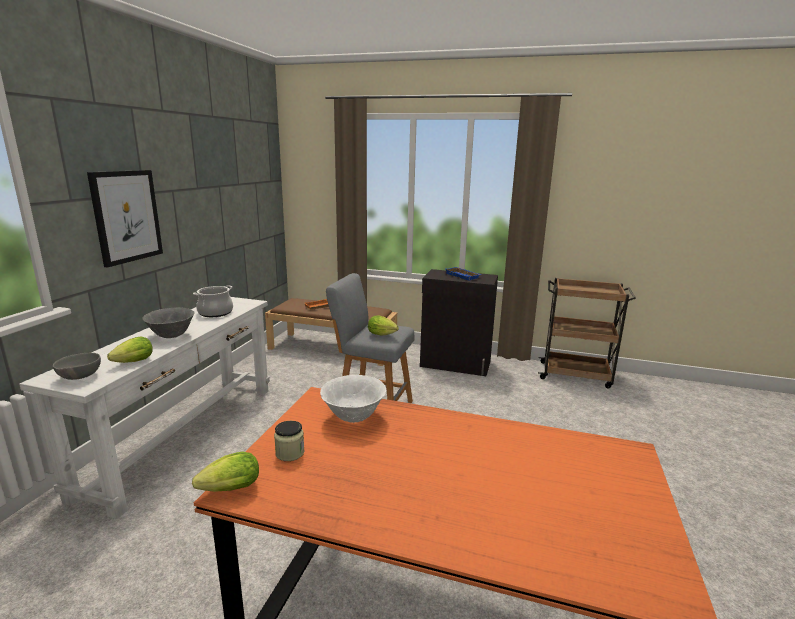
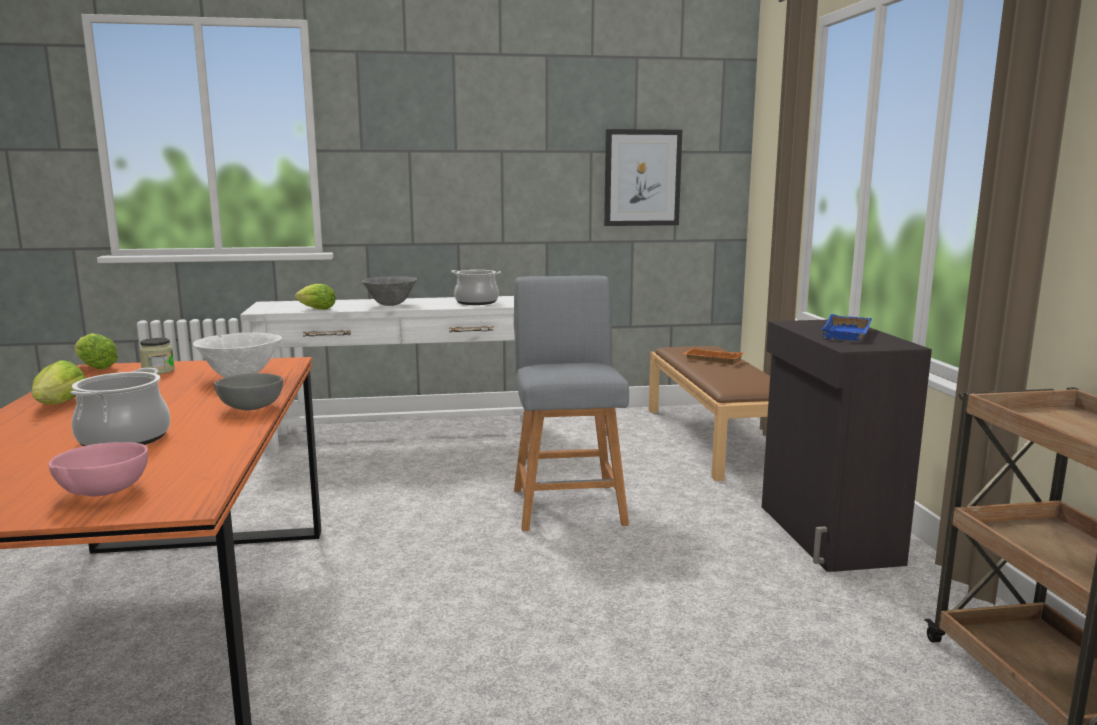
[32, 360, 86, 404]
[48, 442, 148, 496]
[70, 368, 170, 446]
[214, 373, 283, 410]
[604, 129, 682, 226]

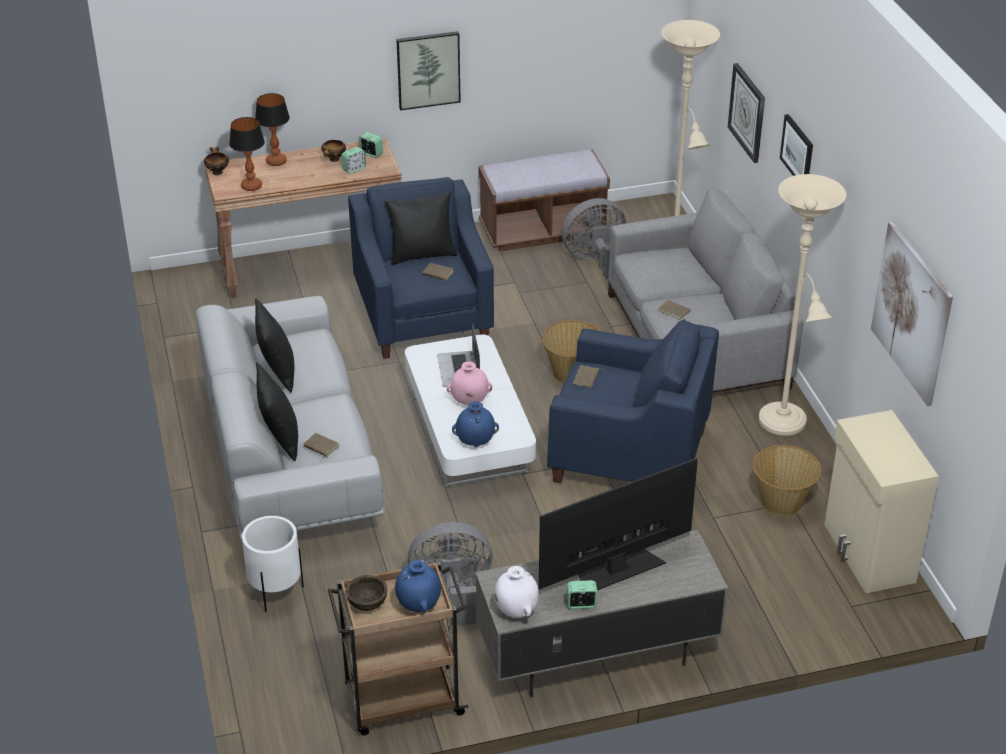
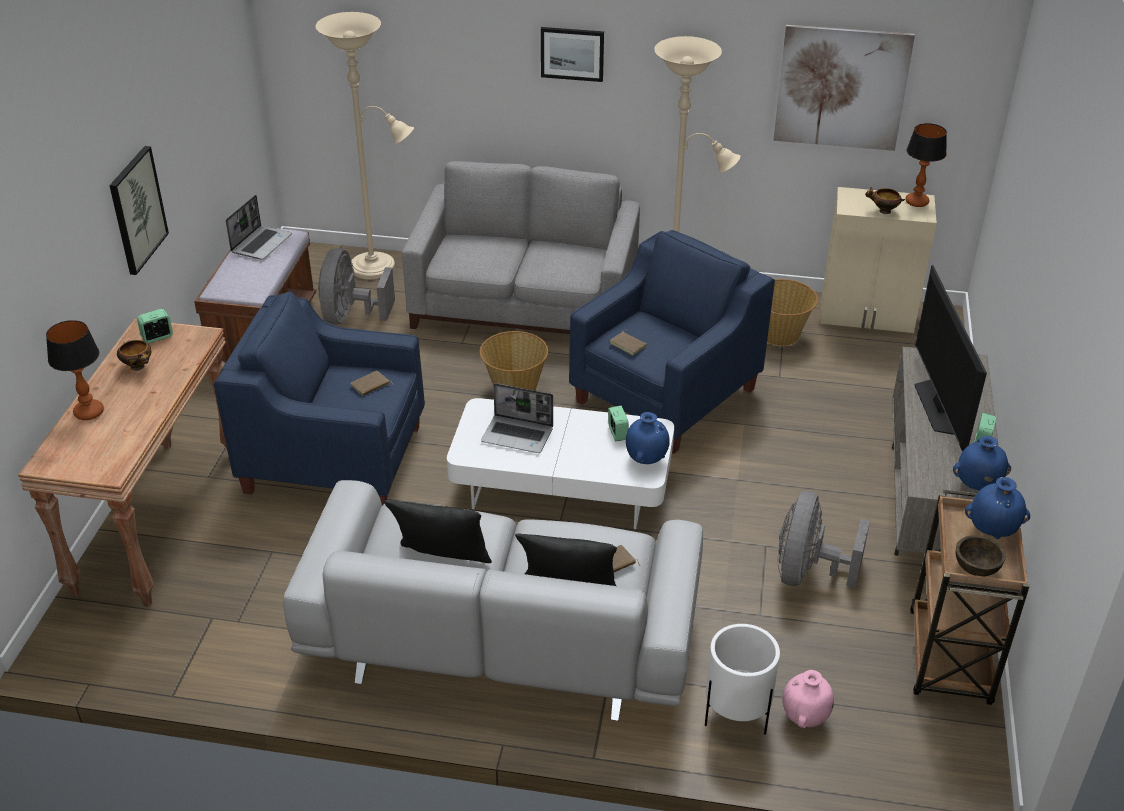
[226, 195, 292, 260]
[608, 406, 629, 441]
[782, 670, 834, 728]
[865, 187, 905, 214]
[905, 123, 947, 207]
[953, 436, 1011, 490]
[385, 192, 457, 265] (first image)
[658, 297, 691, 320] (first image)
[728, 63, 765, 163] (first image)

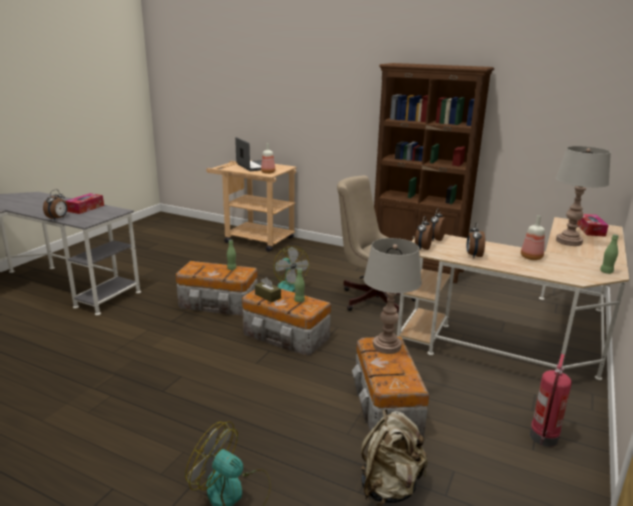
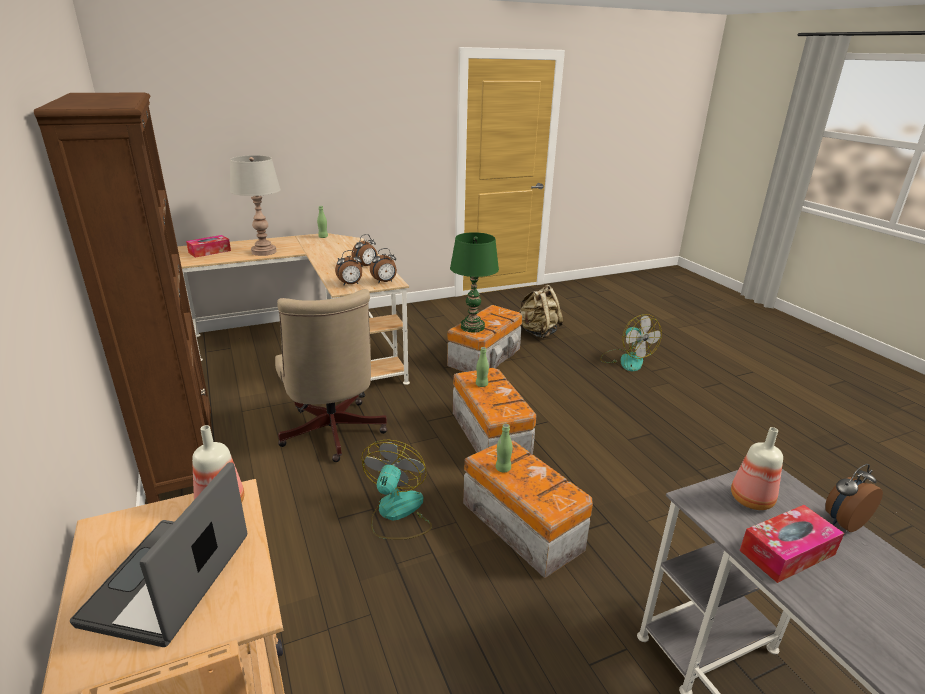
[450, 232, 499, 332]
[731, 427, 783, 510]
[255, 277, 281, 302] (first image)
[530, 354, 572, 447] (first image)

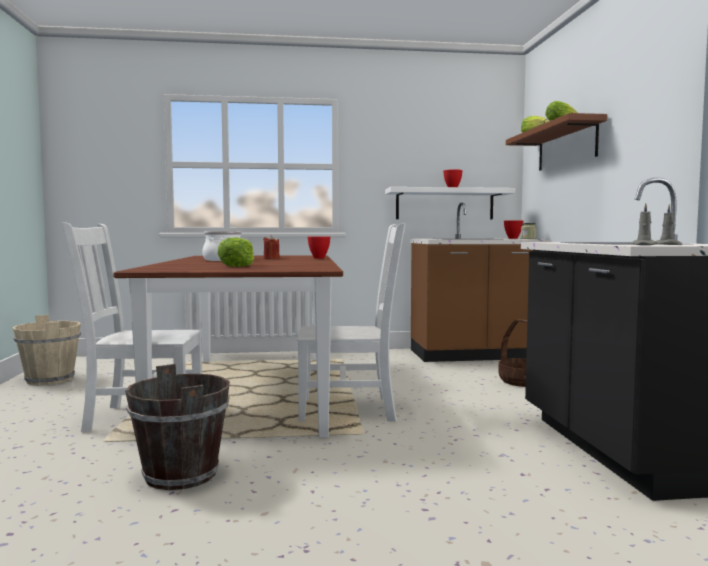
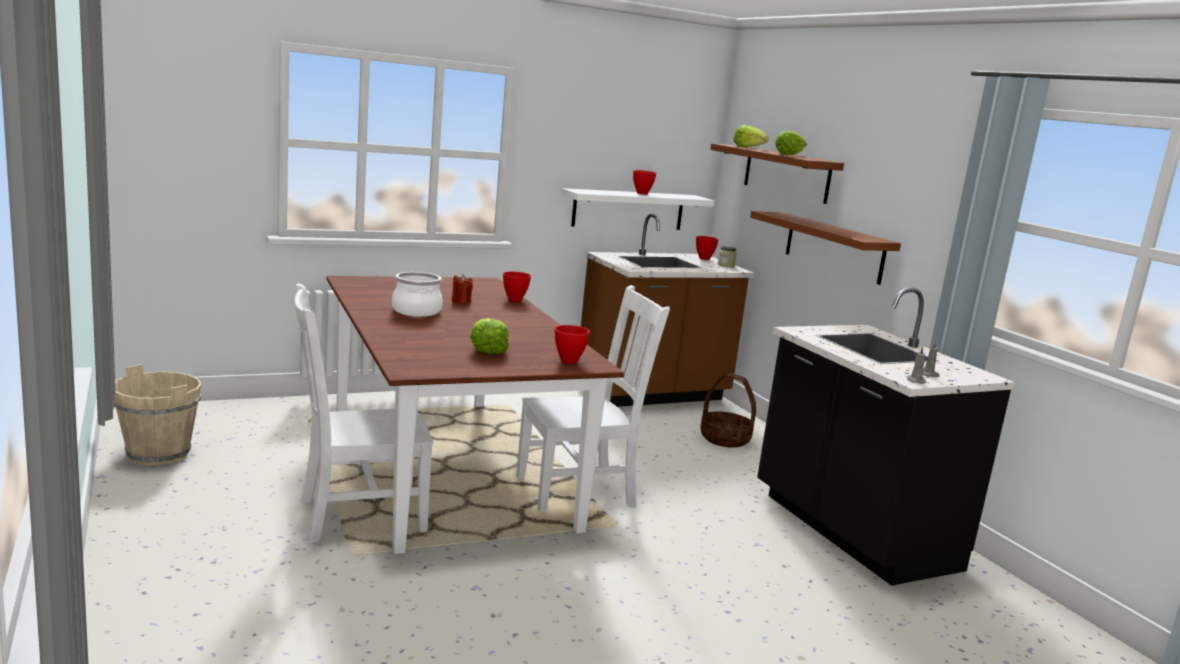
[555, 325, 590, 364]
[750, 211, 901, 285]
[125, 364, 230, 490] (first image)

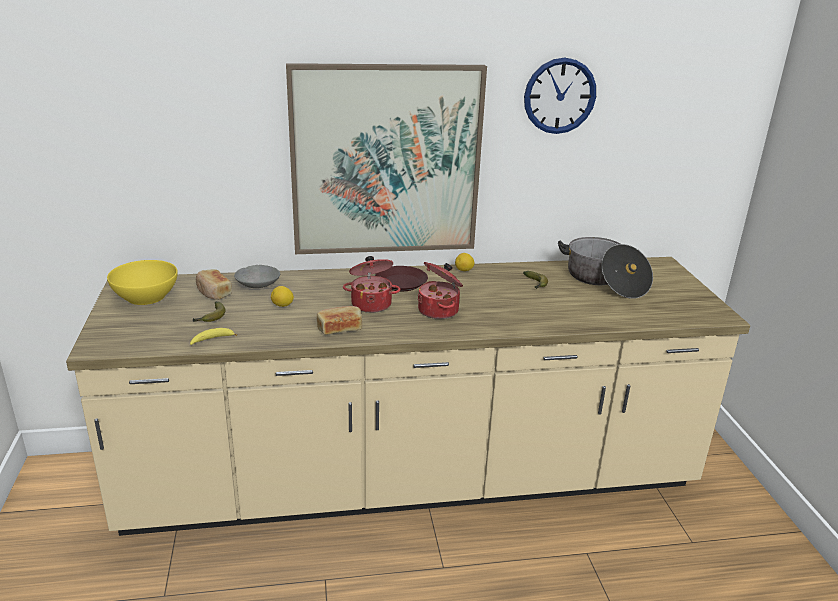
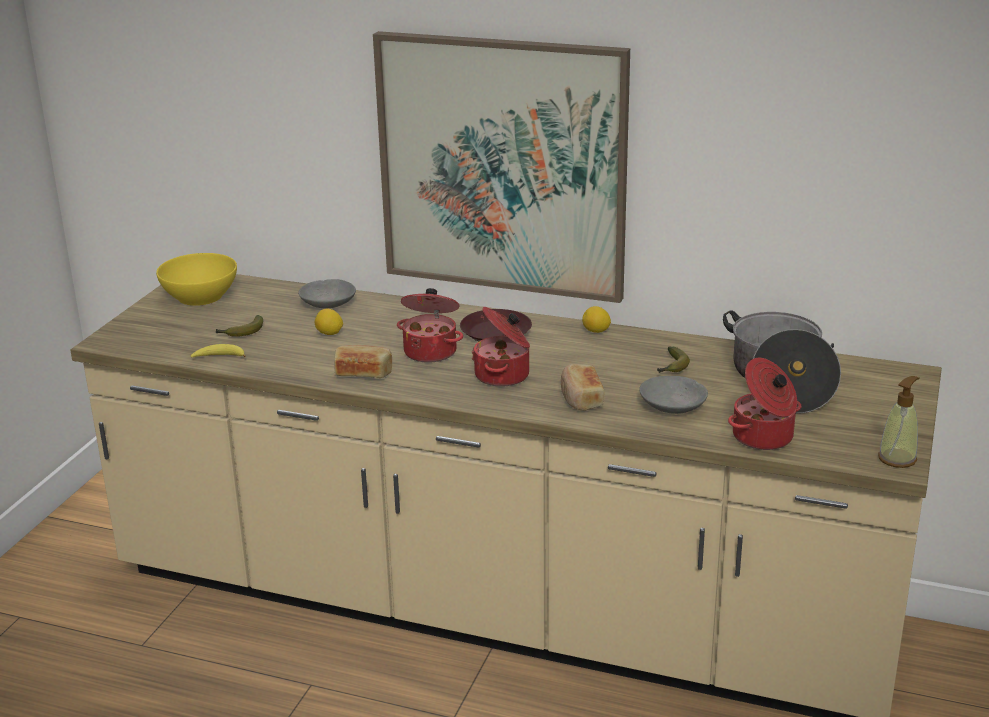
[561, 364, 604, 411]
[639, 376, 708, 414]
[728, 358, 801, 450]
[878, 376, 920, 468]
[524, 57, 596, 134] (first image)

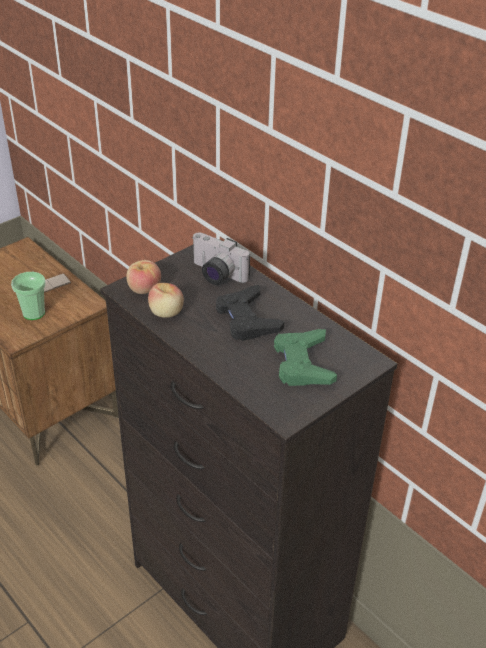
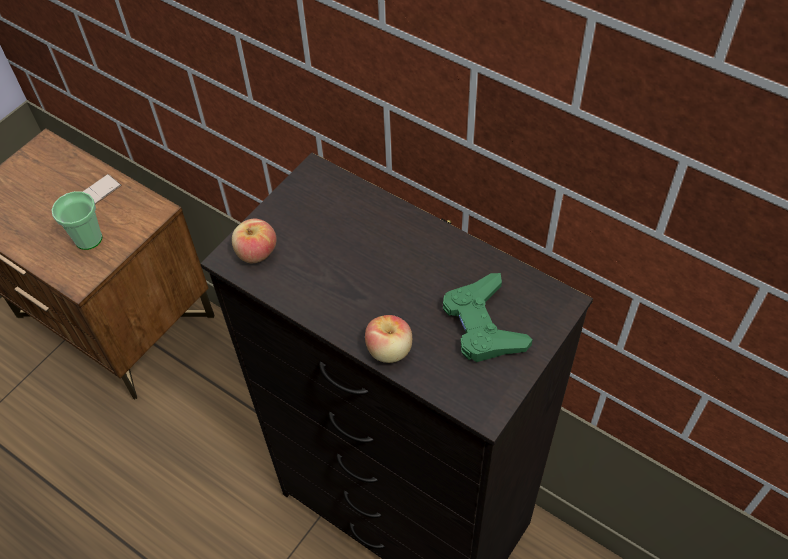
[365, 315, 412, 363]
[193, 232, 250, 285] (first image)
[216, 285, 284, 341] (first image)

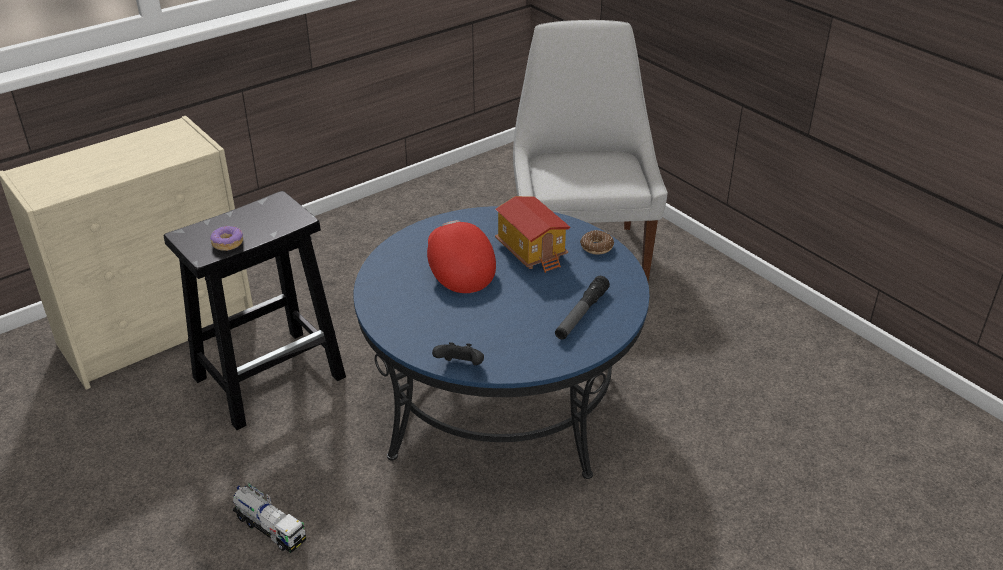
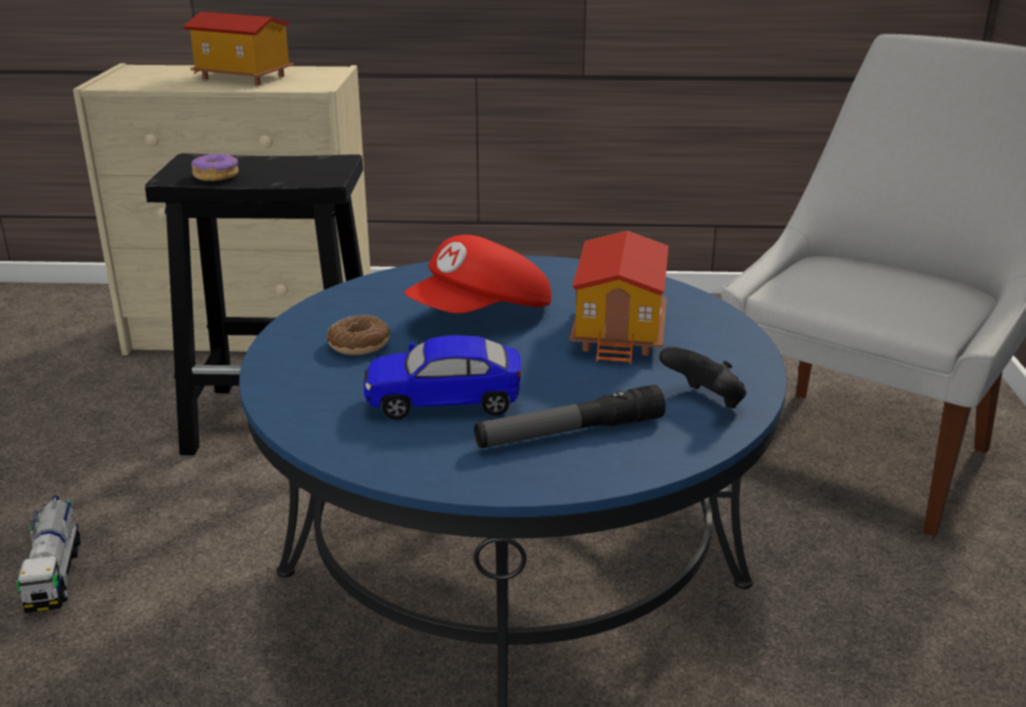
[183, 12, 294, 85]
[327, 315, 390, 355]
[363, 335, 521, 420]
[404, 235, 551, 313]
[659, 346, 747, 408]

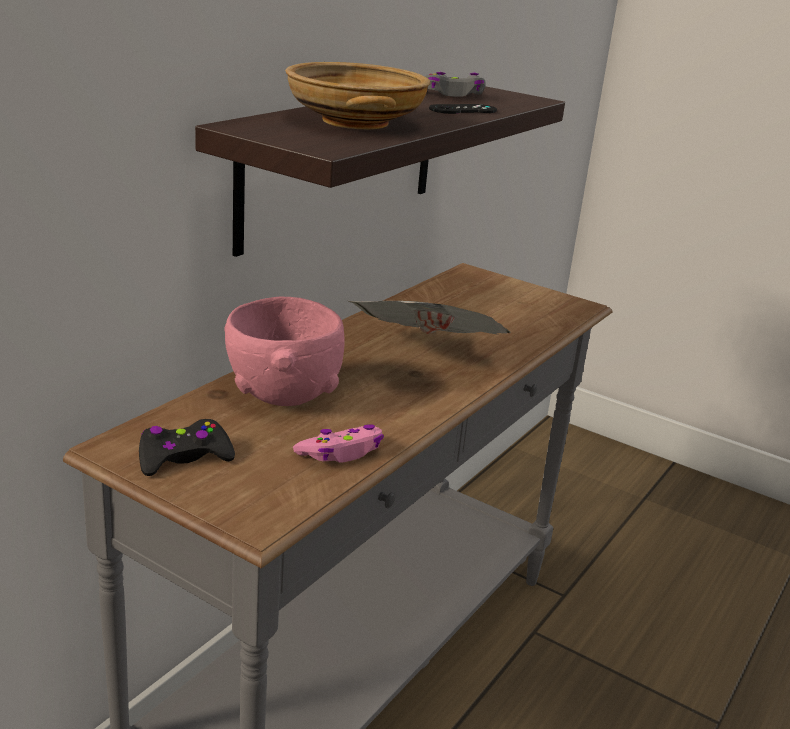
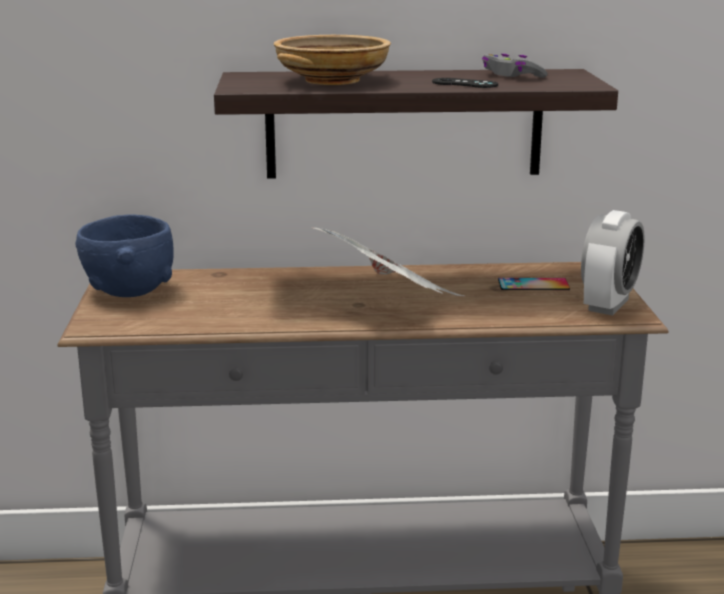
[75, 214, 174, 297]
[498, 278, 570, 290]
[581, 210, 645, 316]
[224, 296, 345, 406] (first image)
[293, 424, 384, 463] (first image)

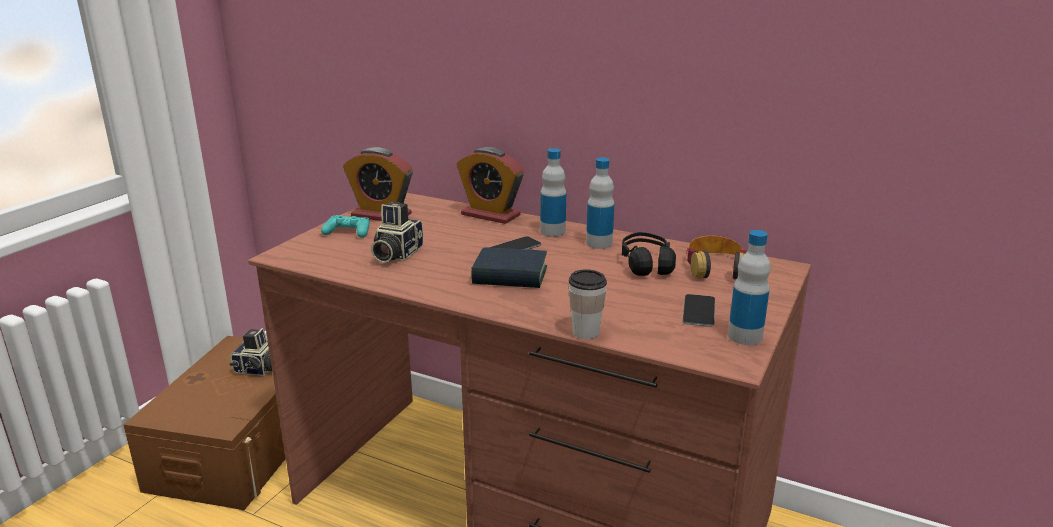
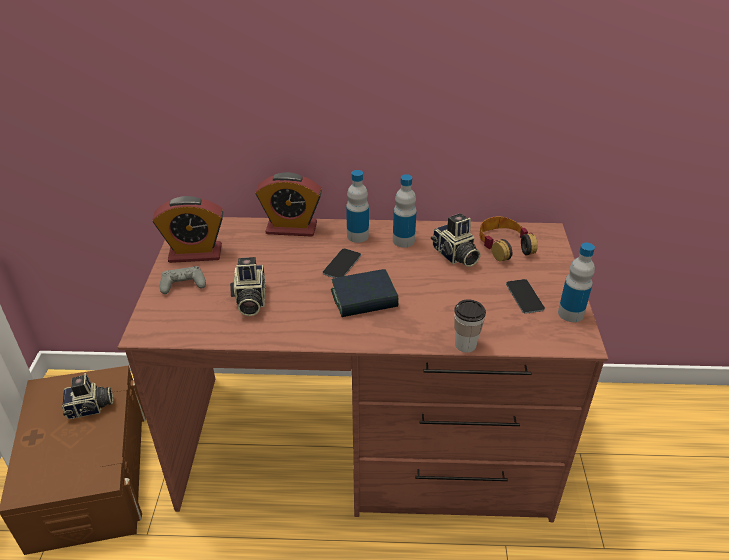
[160, 266, 206, 294]
[431, 213, 481, 267]

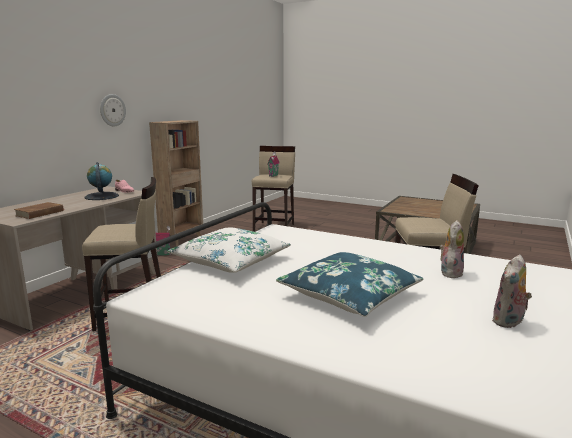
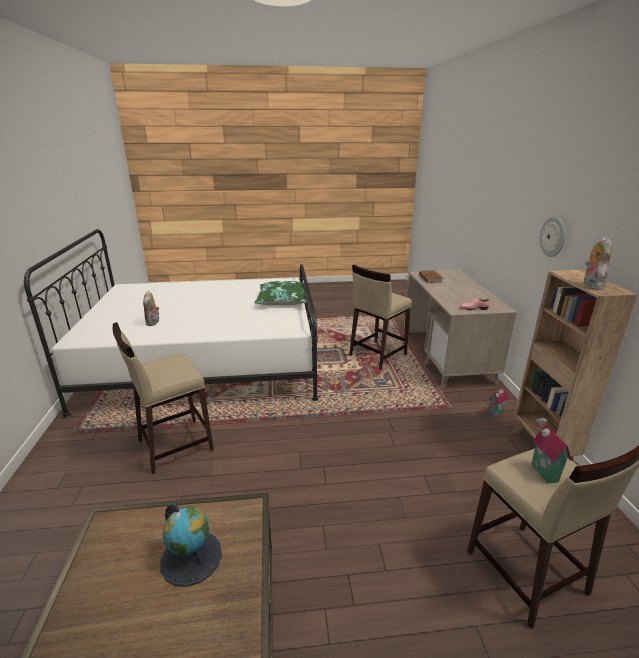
[160, 503, 222, 587]
[254, 281, 308, 305]
[583, 237, 612, 290]
[276, 252, 423, 317] (first image)

